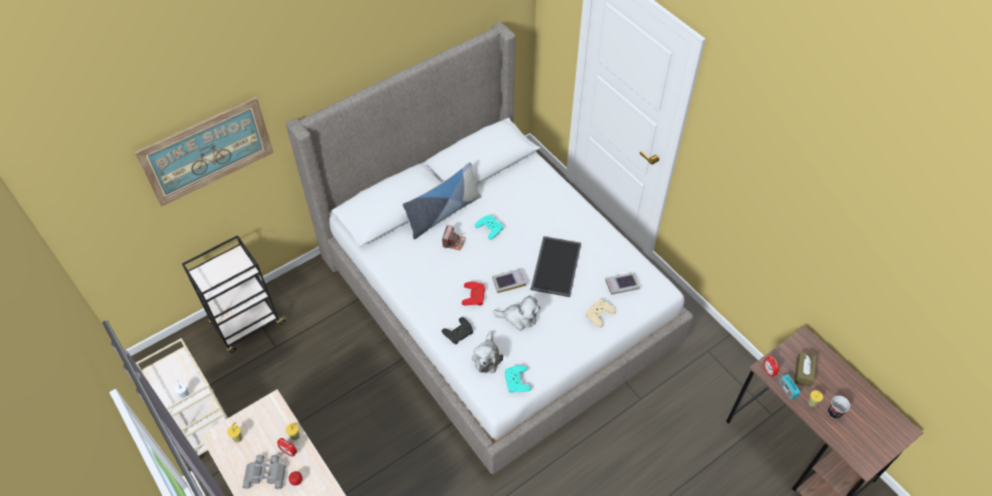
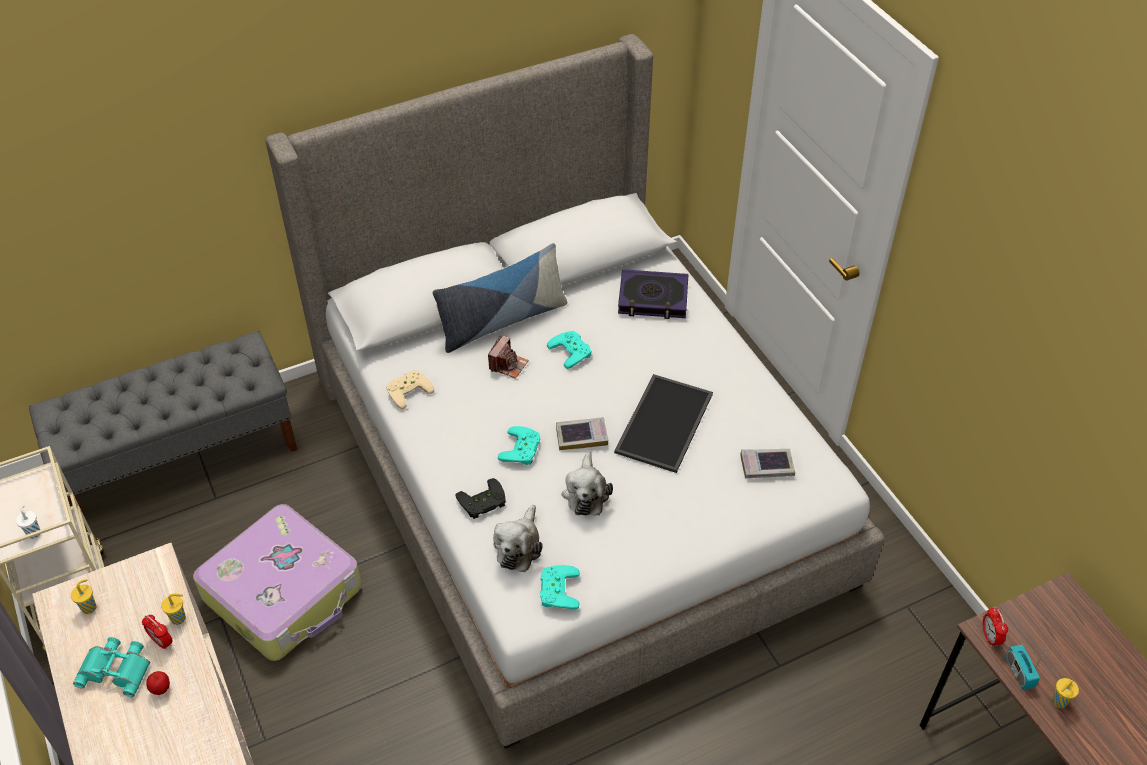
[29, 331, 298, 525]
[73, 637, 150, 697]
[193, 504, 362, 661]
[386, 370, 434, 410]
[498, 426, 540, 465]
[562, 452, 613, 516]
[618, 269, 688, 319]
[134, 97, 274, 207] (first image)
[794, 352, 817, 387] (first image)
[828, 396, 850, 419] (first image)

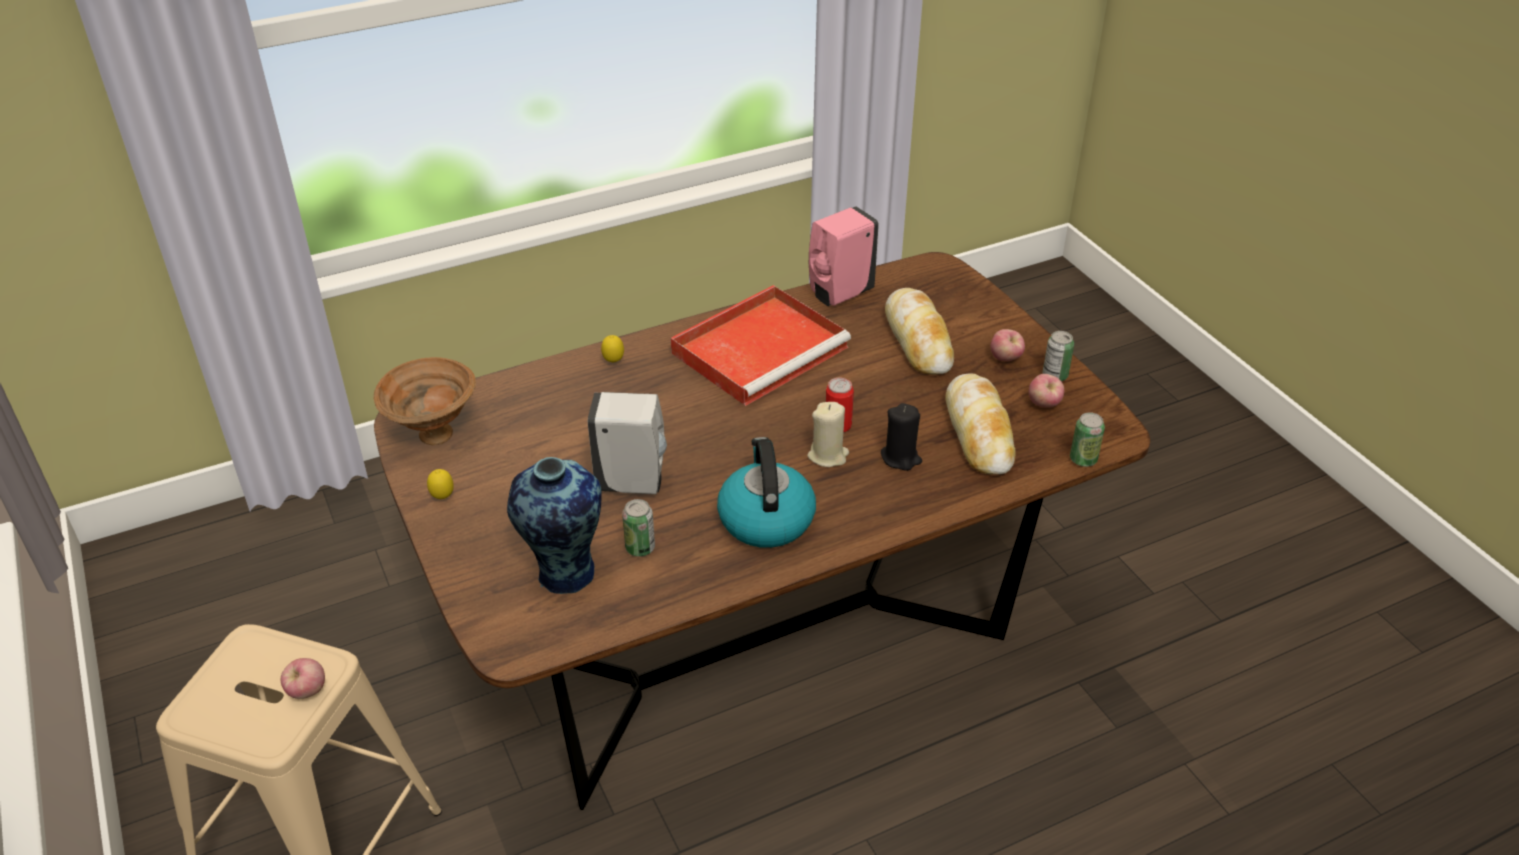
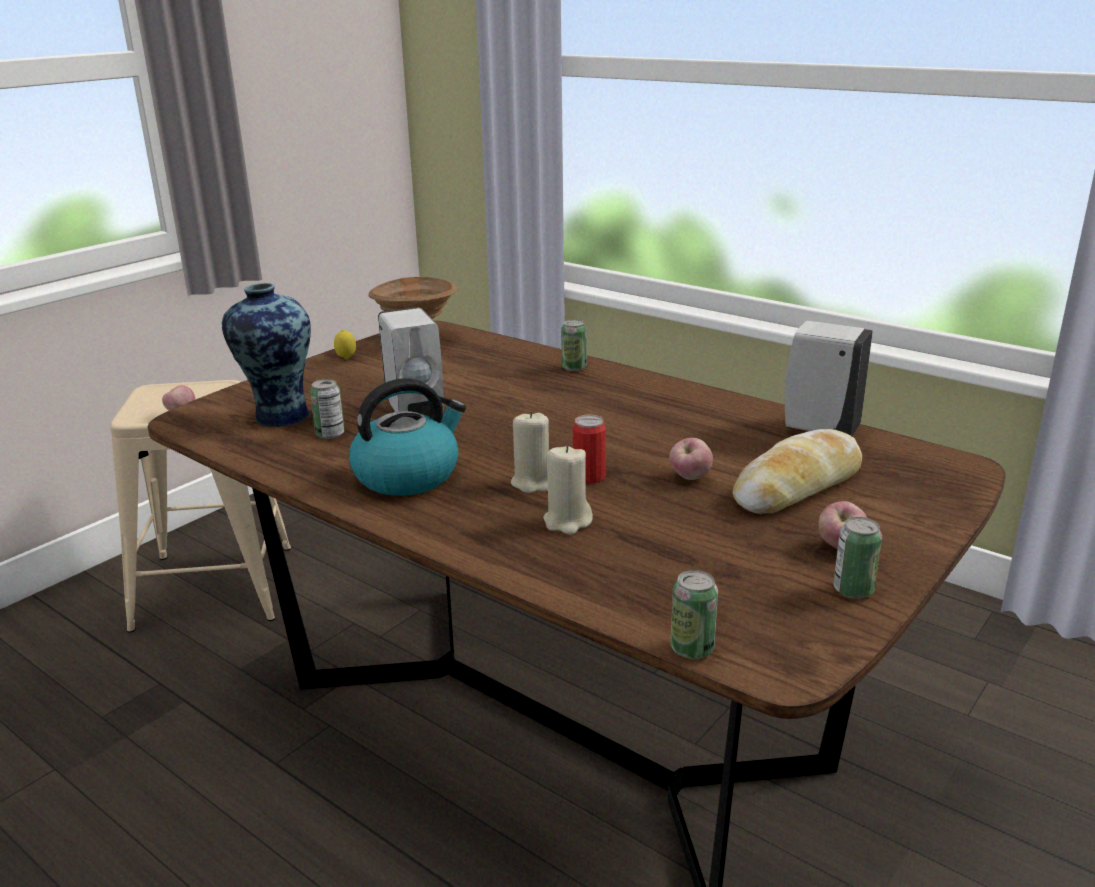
[543, 445, 593, 535]
[561, 319, 587, 371]
[669, 438, 713, 480]
[784, 321, 873, 436]
[671, 285, 851, 406] (first image)
[945, 373, 1016, 475] (first image)

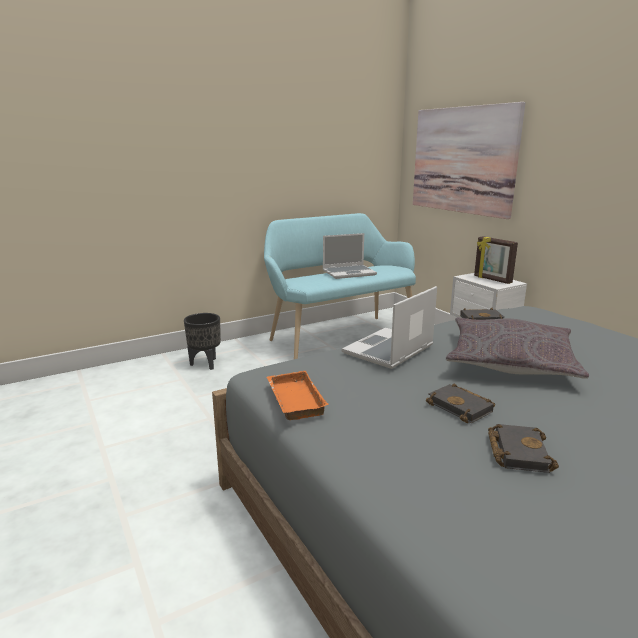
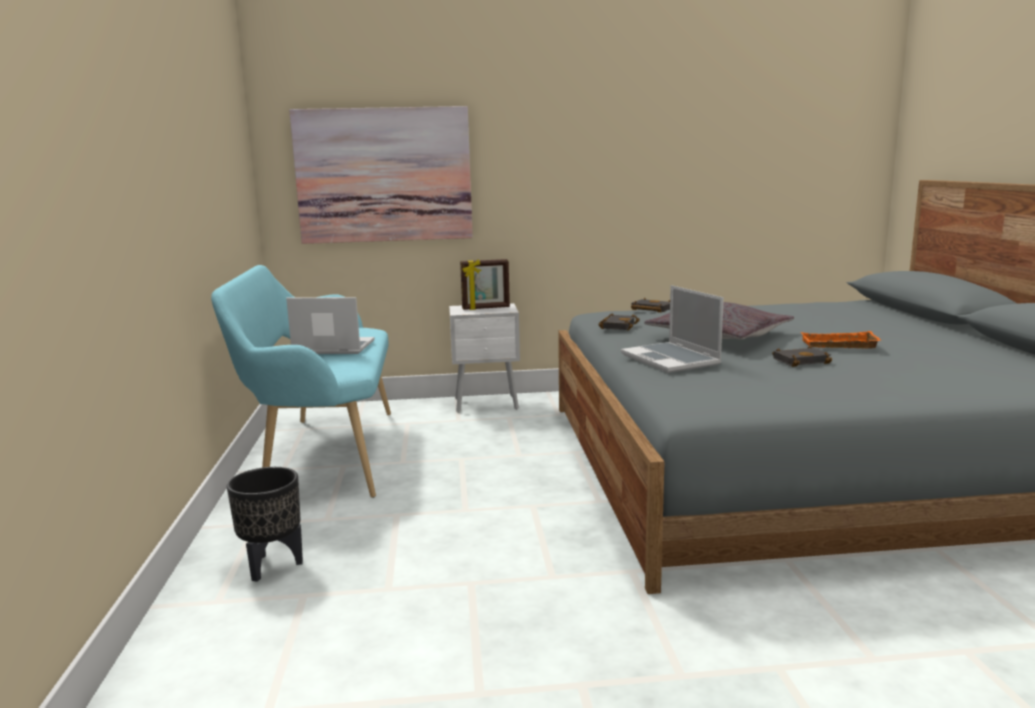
[286, 297, 374, 354]
[631, 298, 670, 313]
[800, 331, 881, 349]

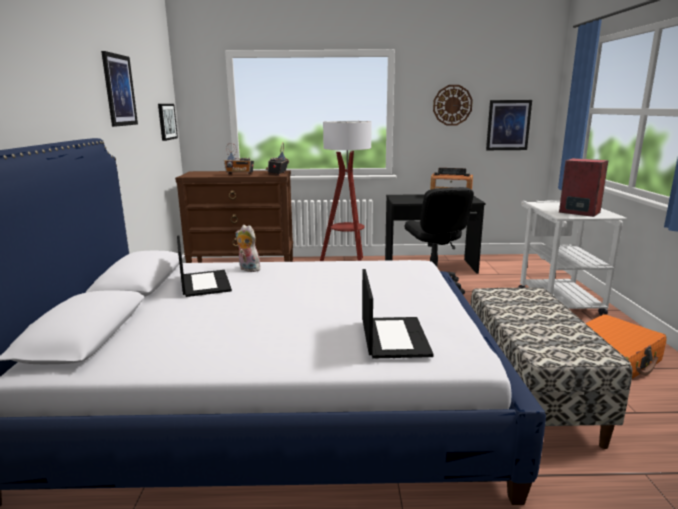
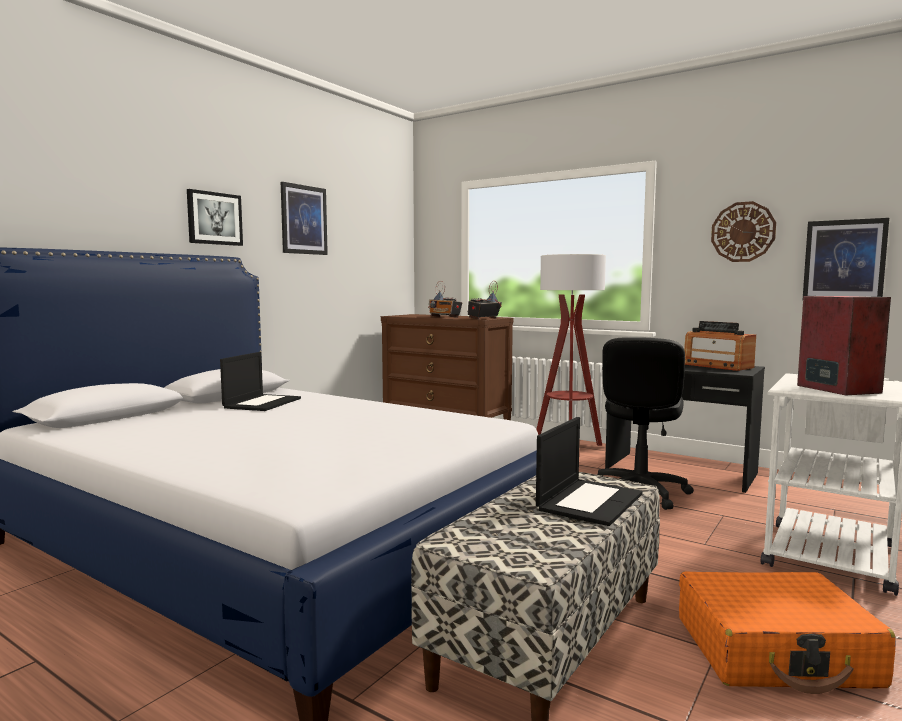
[187, 189, 243, 246]
[536, 417, 642, 526]
[236, 225, 260, 272] (first image)

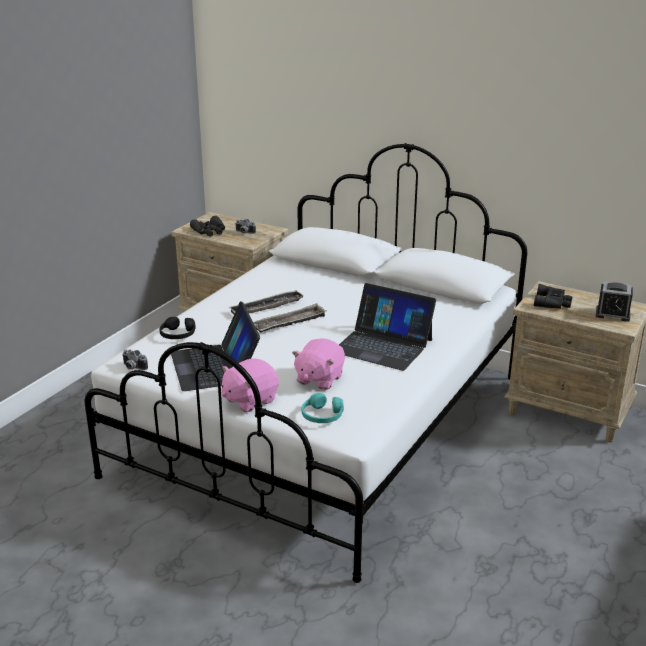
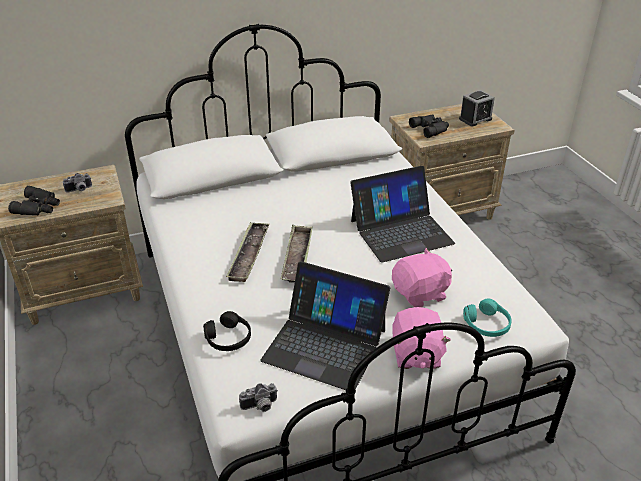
[392, 248, 452, 307]

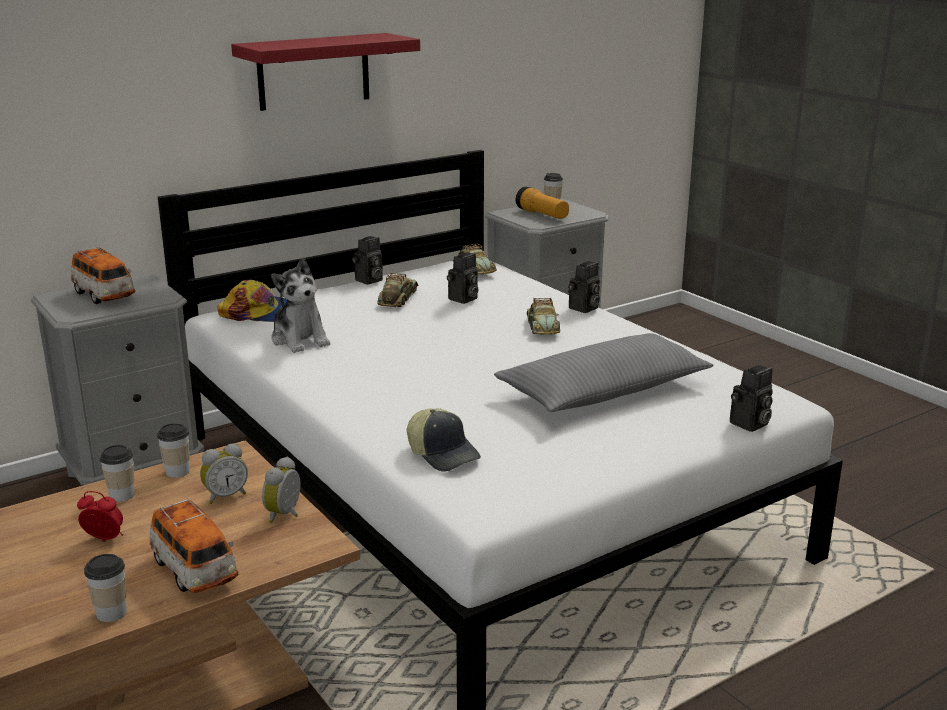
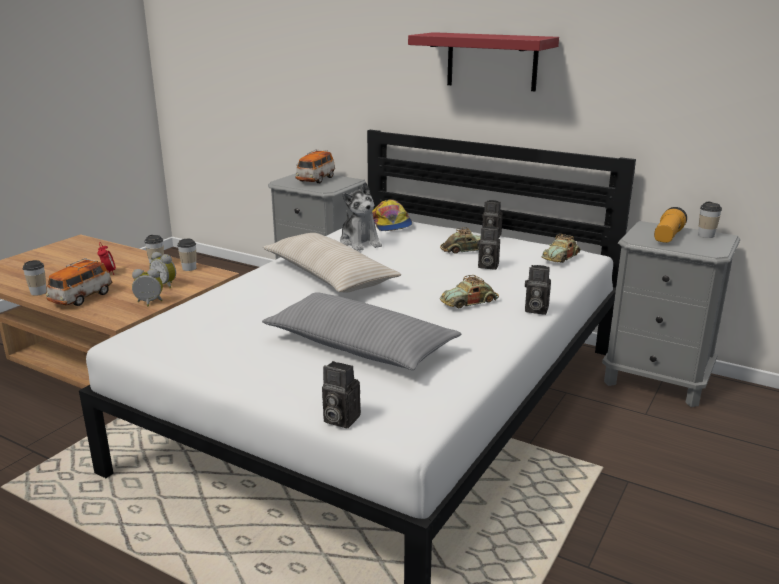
[263, 233, 401, 293]
[340, 182, 382, 251]
[407, 408, 481, 472] (first image)

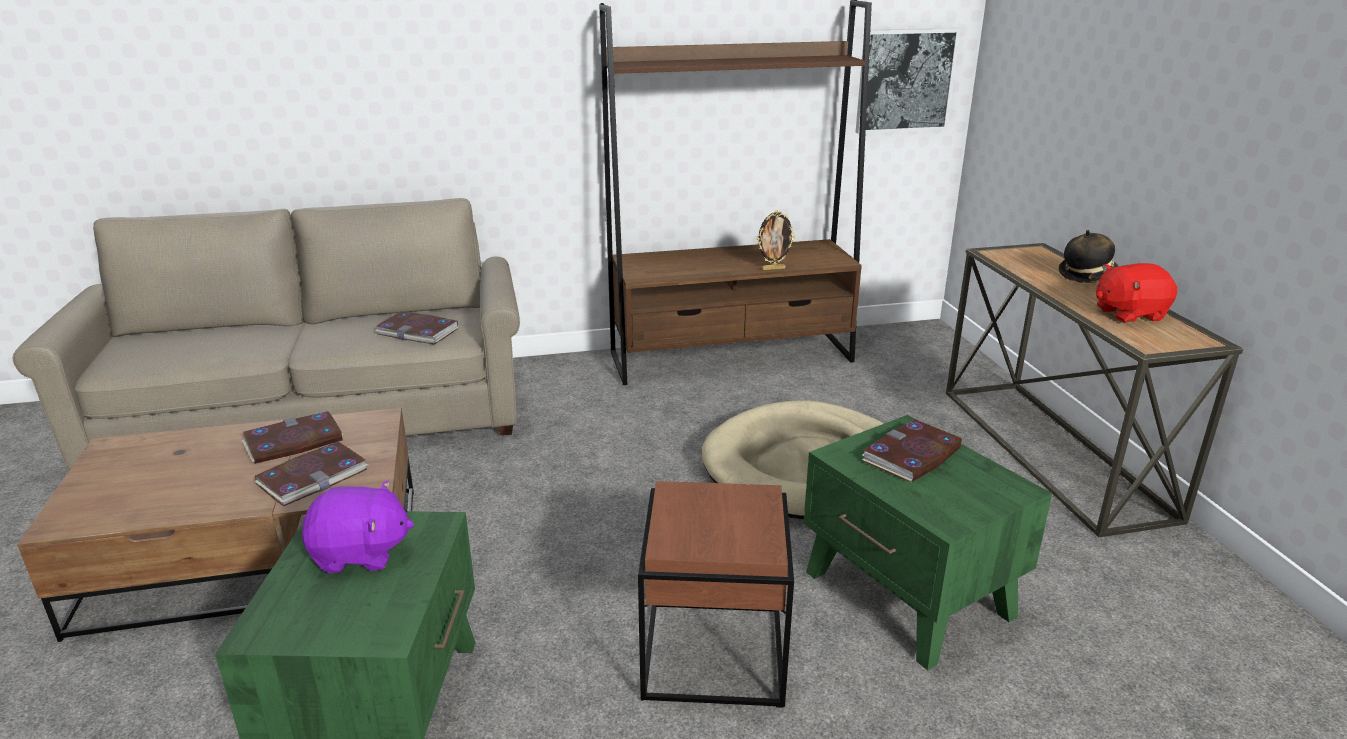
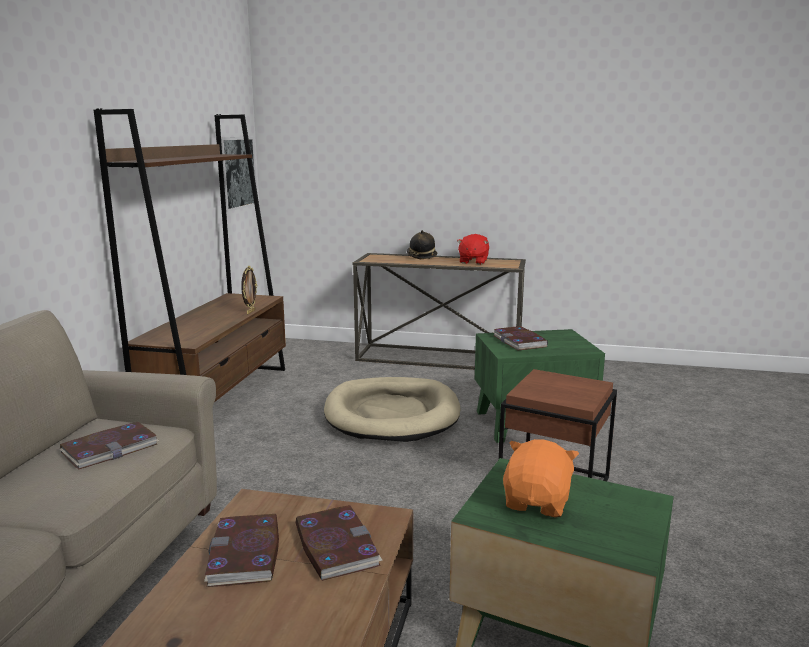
[503, 439, 579, 517]

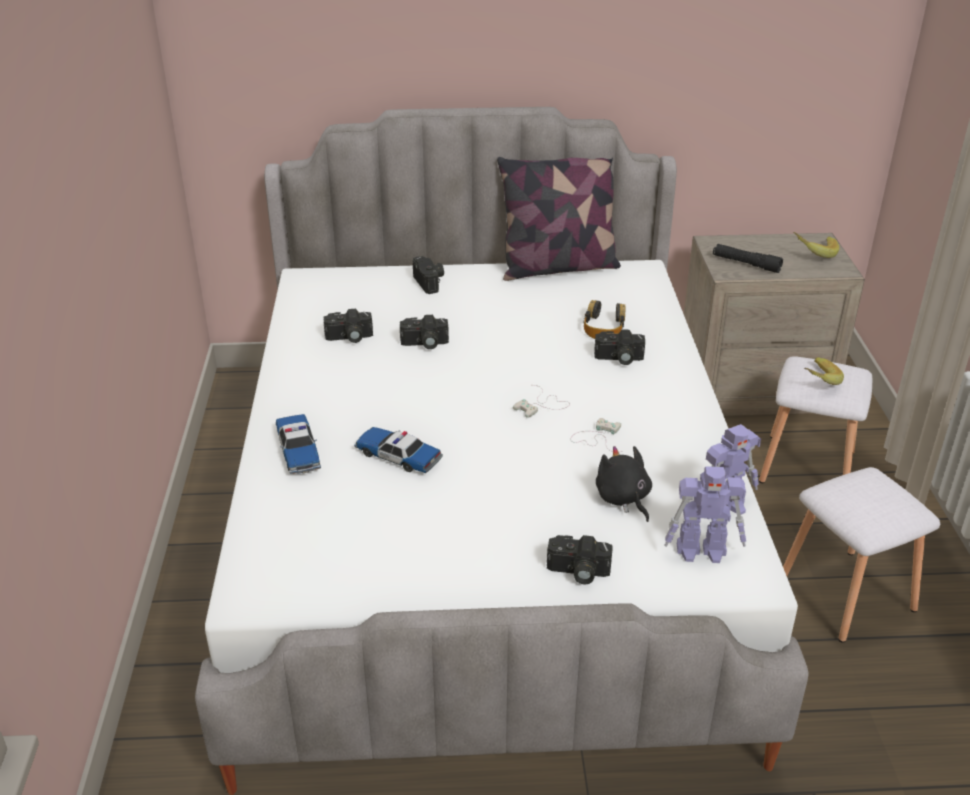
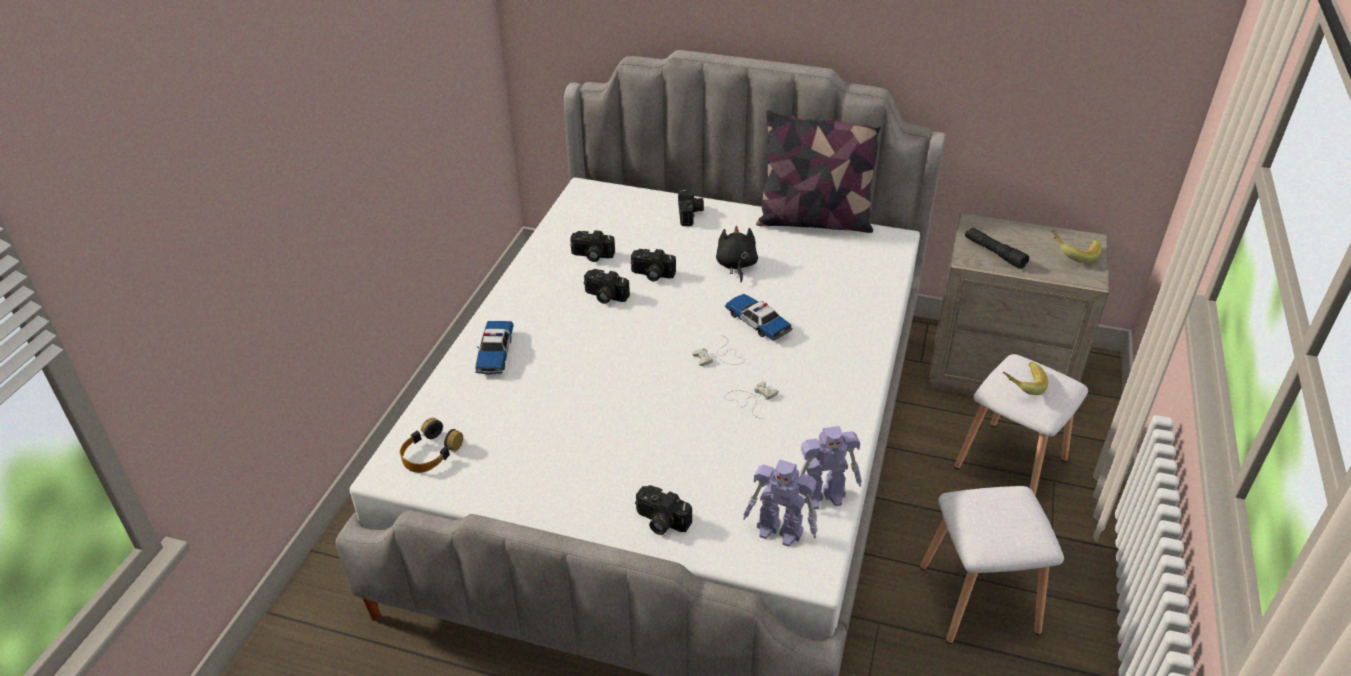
[400, 418, 463, 473]
[584, 269, 630, 304]
[716, 226, 758, 283]
[725, 294, 792, 341]

